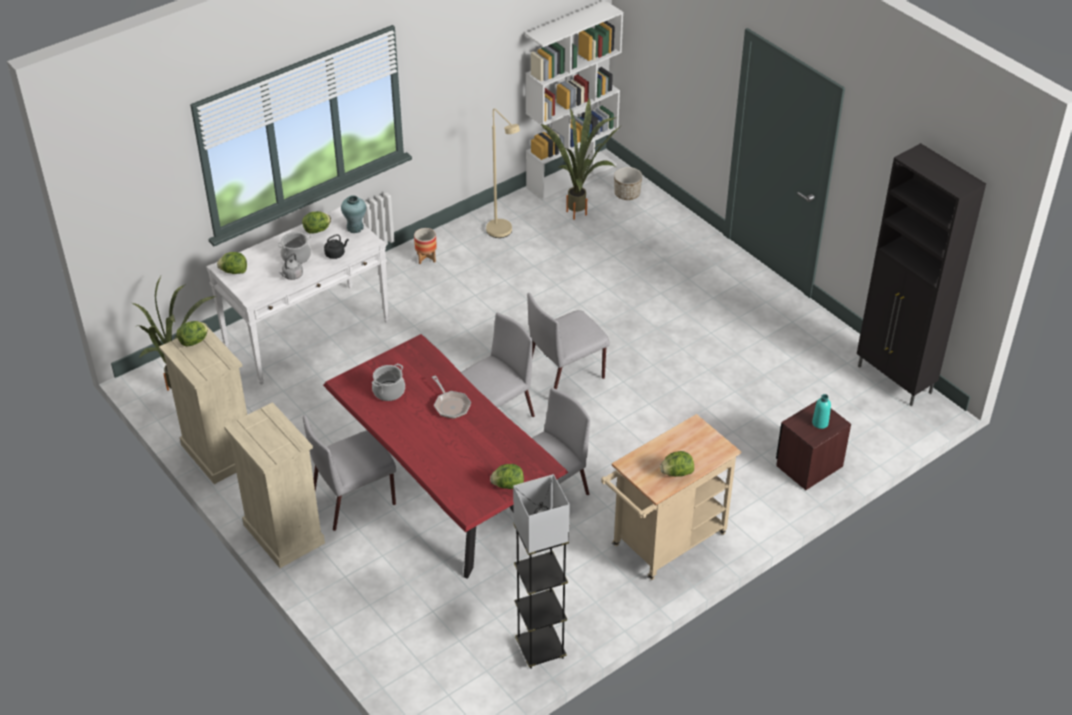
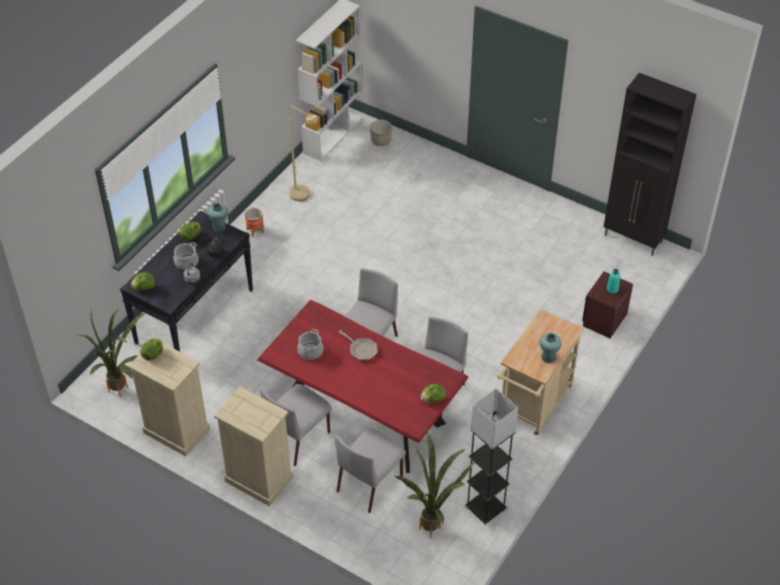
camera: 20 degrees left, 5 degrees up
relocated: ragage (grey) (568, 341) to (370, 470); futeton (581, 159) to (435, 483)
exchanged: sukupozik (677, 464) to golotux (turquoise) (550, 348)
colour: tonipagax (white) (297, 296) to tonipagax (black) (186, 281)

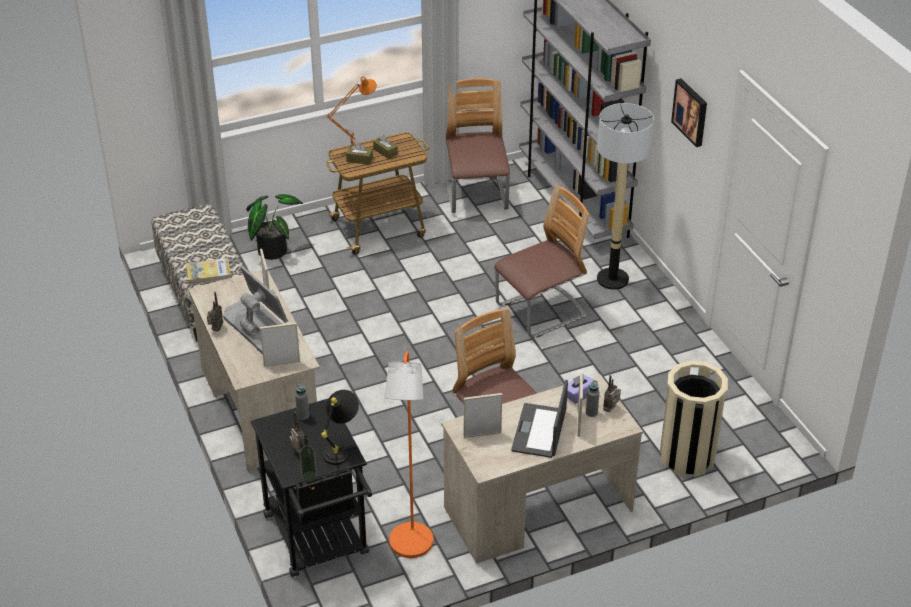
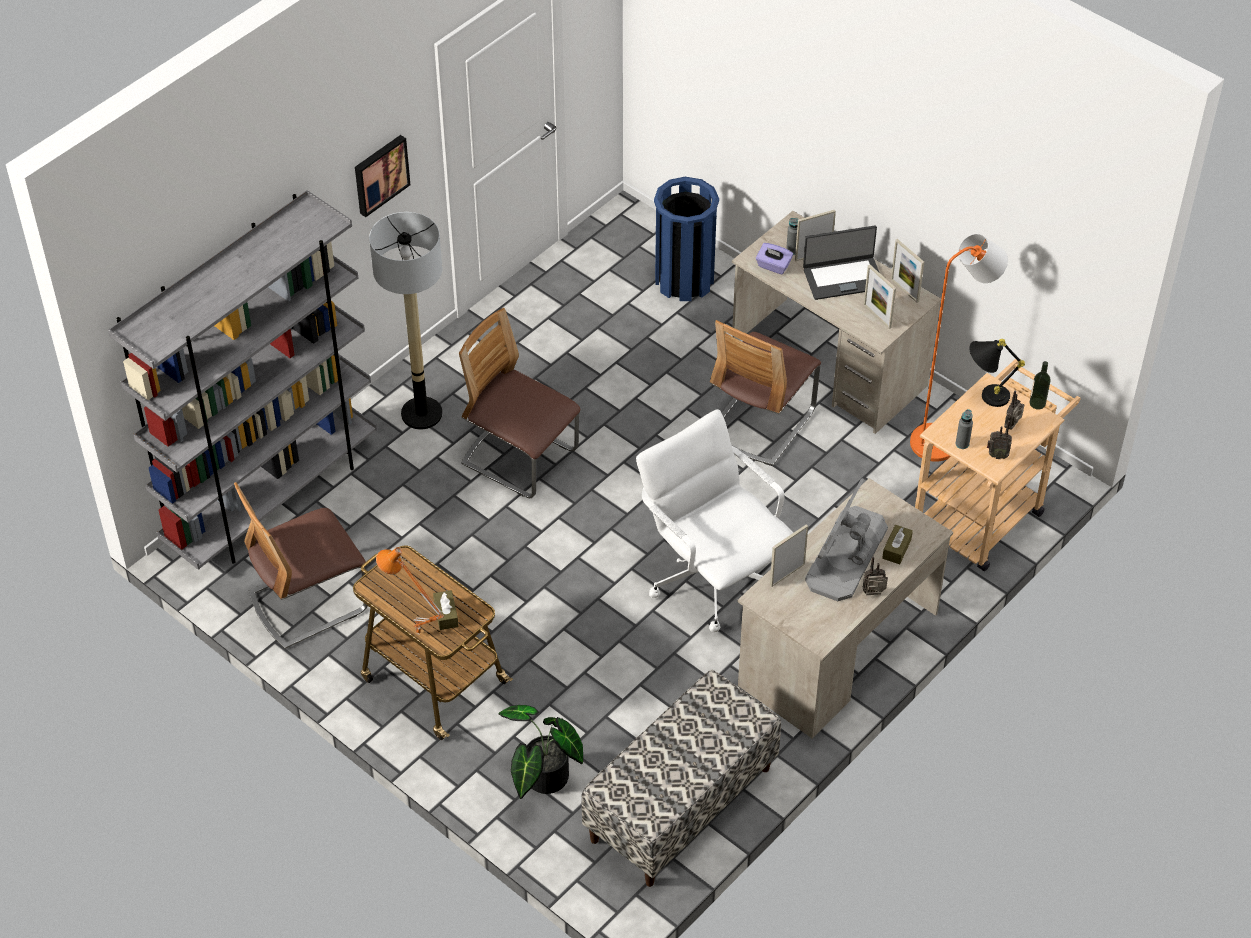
camera: 115 degrees left, 10 degrees up
missing: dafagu (208, 271)
appeared: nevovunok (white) (714, 520)
relocated: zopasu (280, 344) to (907, 271); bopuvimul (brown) (385, 147) to (897, 544); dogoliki (612, 393) to (999, 439)
colour: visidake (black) (311, 488) to visidake (beige) (997, 465); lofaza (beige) (694, 419) to lofaza (blue) (686, 239)

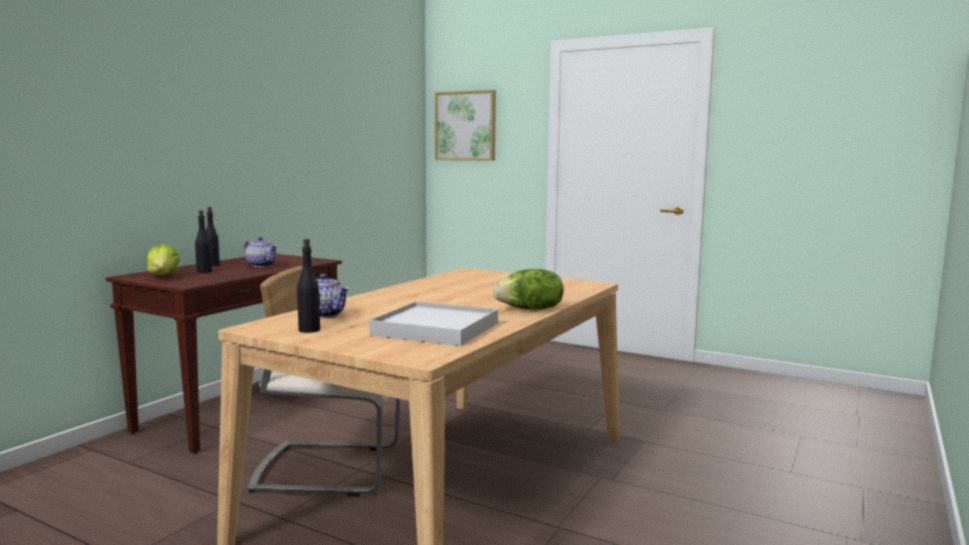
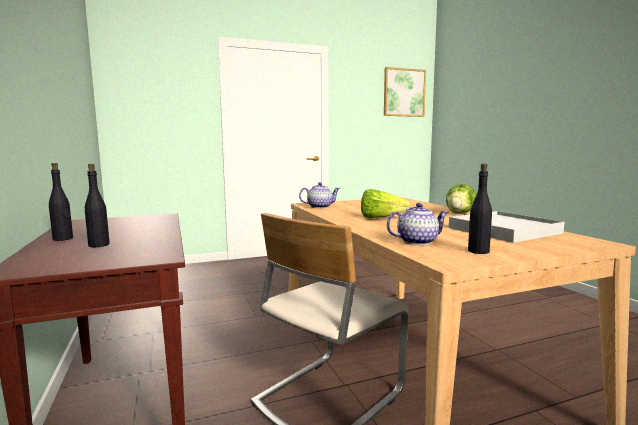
camera: 50 degrees left, 0 degrees up
relocated: sukupozik (163, 259) to (386, 203); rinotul (260, 252) to (319, 195); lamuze (465, 125) to (405, 92)

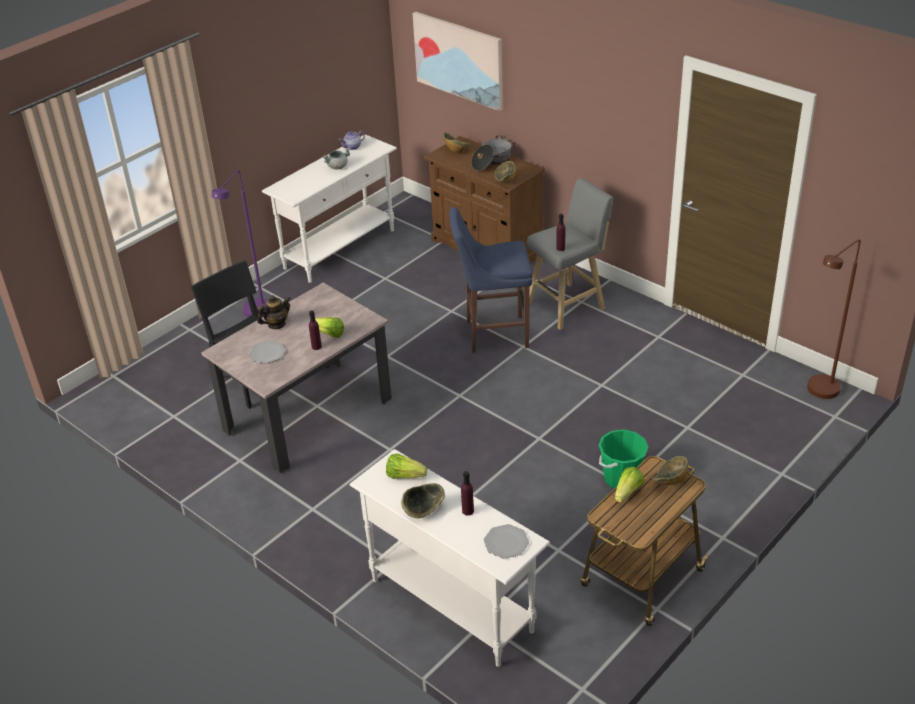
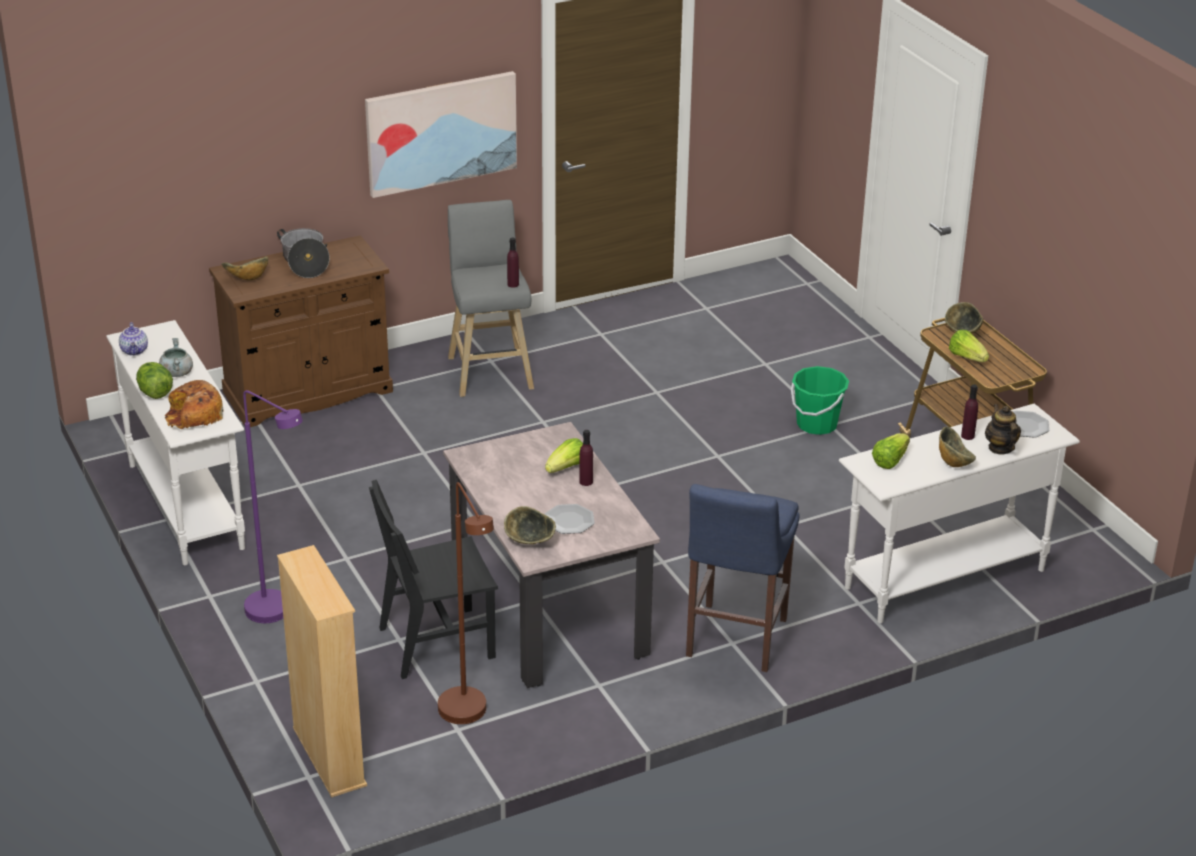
camera: 70 degrees left, 5 degrees down
appeared: sukupozik (154, 380); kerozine (194, 404); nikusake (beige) (322, 671)
relocated: rinotul (274, 312) to (1003, 429); lamuze (457, 61) to (441, 134); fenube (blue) (491, 280) to (743, 578); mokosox (505, 172) to (530, 525); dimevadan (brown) (834, 319) to (466, 603)

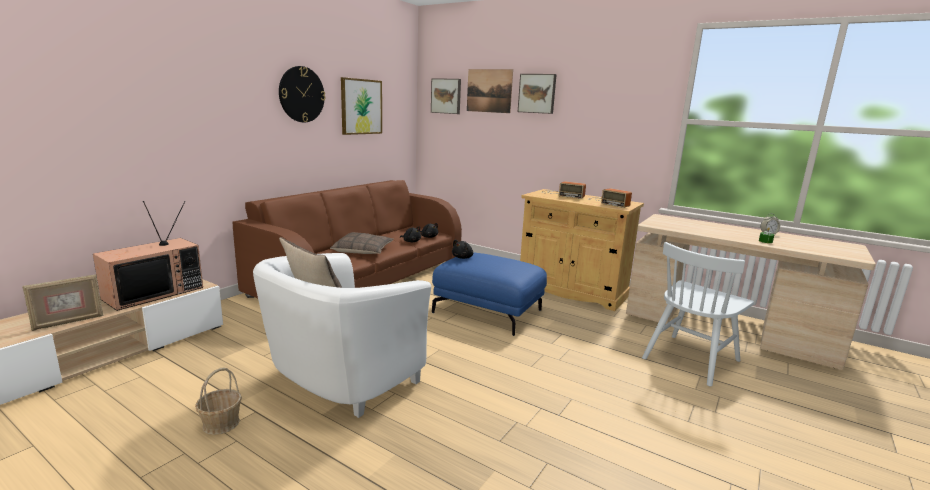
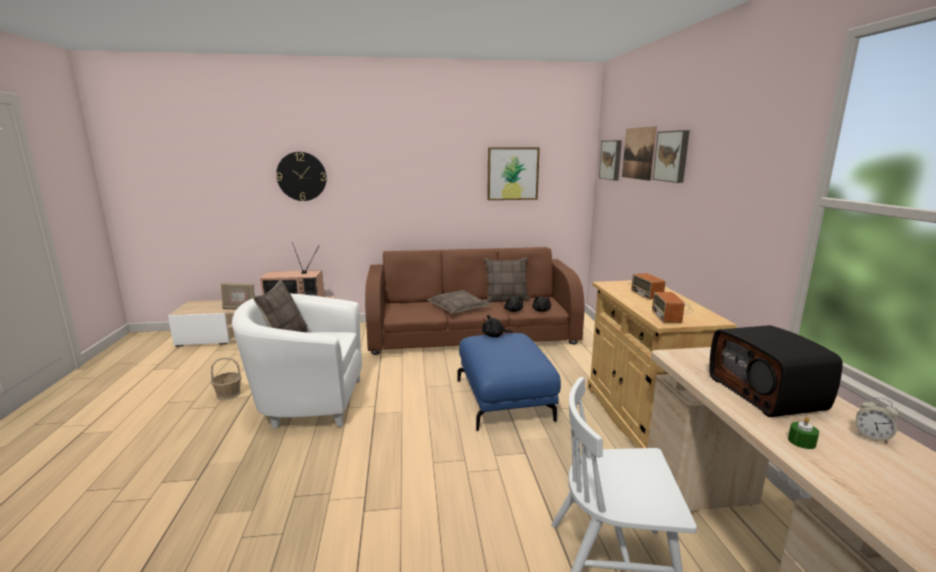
camera: 50 degrees right, 0 degrees up
appeared: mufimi (507, 280); dogoliki (776, 371)
relocated: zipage (302, 94) to (301, 176)

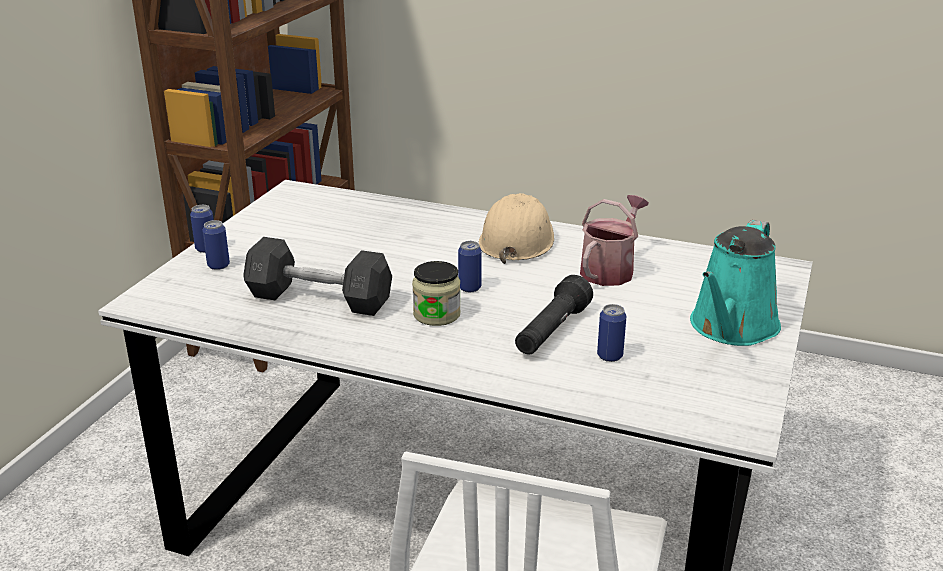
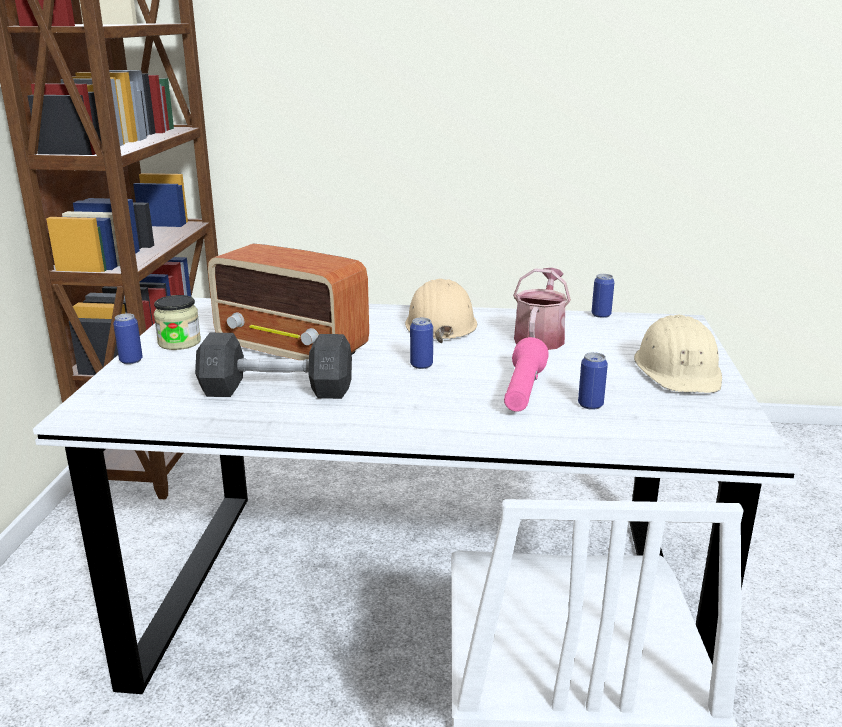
camera: 15 degrees left, 5 degrees down
appeared: dogoliki (288, 302)
relocated: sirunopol (216, 245) to (603, 296); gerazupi (436, 293) to (177, 322)
exchanged: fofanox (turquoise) (735, 283) to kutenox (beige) (678, 354)
colour: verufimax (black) (554, 315) to verufimax (pink) (526, 374)

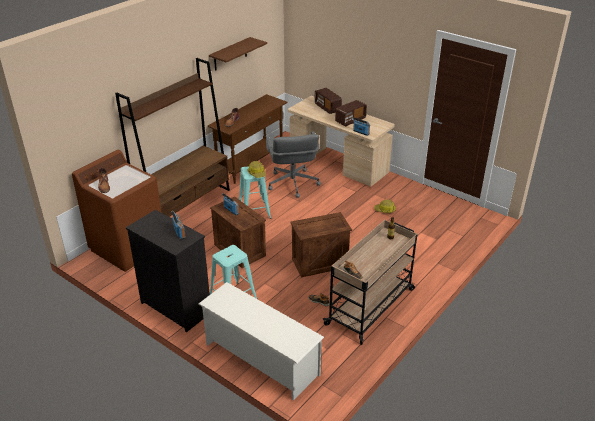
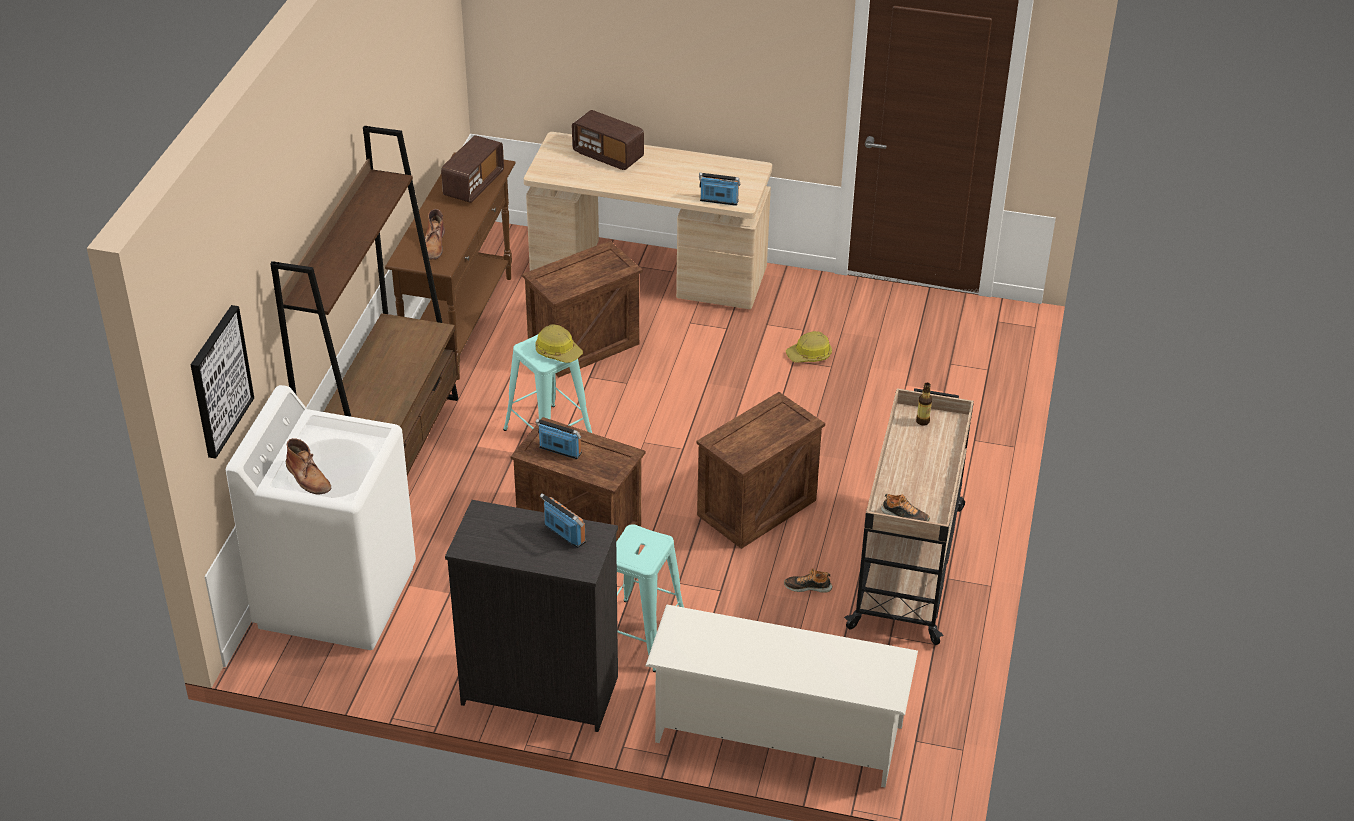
camera: 25 degrees left, 5 degrees up
missing: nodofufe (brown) (238, 54)
appeared: lamuze (222, 382)
relocated: dogoliki (351, 113) to (472, 169)
exchanged: nevovunok (grey) (293, 165) to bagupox (582, 309)
colour: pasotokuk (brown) (117, 211) to pasotokuk (white) (321, 517)

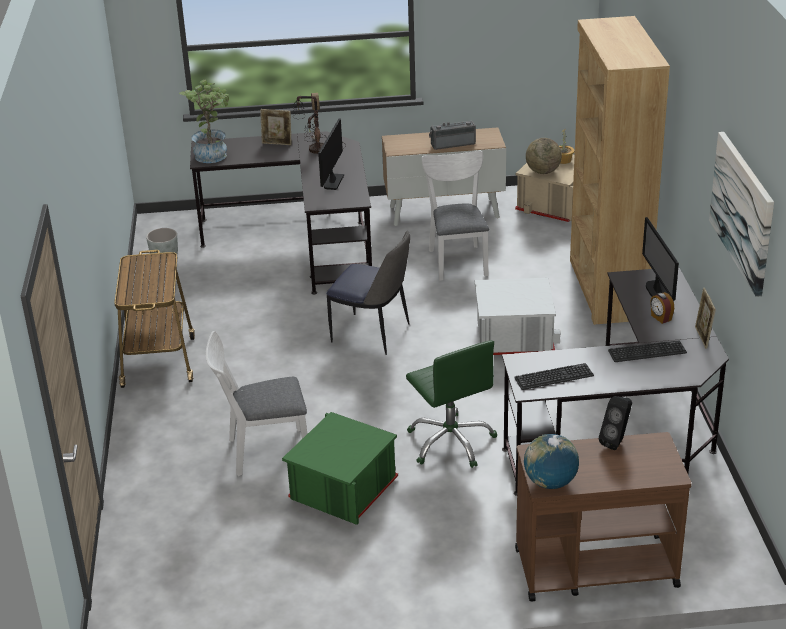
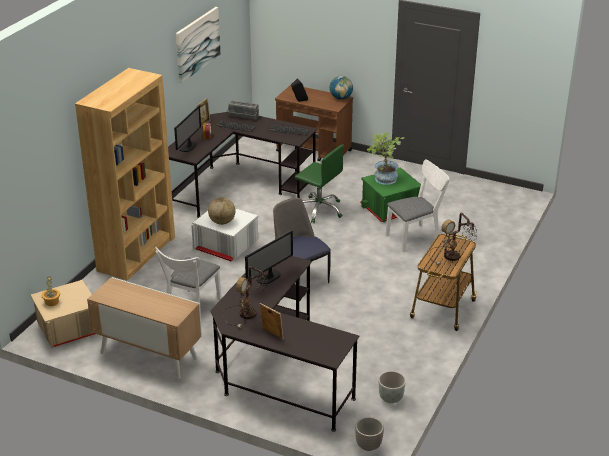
camera: 150 degrees left, 0 degrees up
appeared: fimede (369, 434); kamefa (453, 239)
relocated: futeton (204, 121) to (386, 159); dogoliki (452, 135) to (243, 110); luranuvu (544, 156) to (221, 211)
spun: ragage (white) (256, 403) = (417, 206) 45 degrees counterclockwise; nevovunok (green) (451, 404) = (319, 183) 120 degrees clockwise

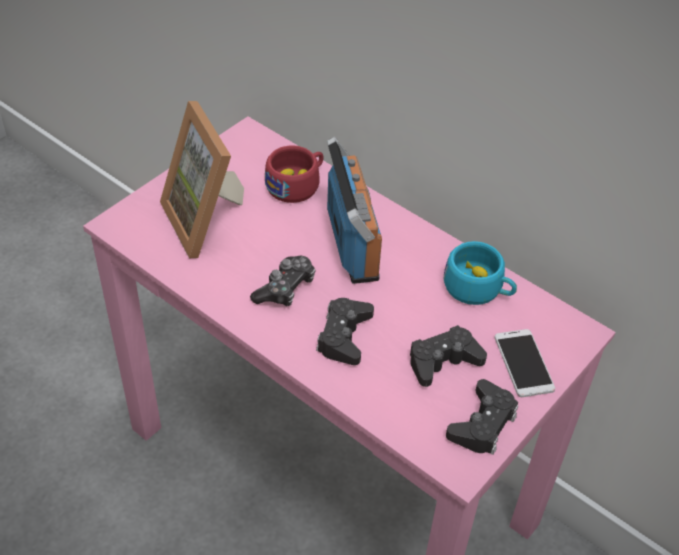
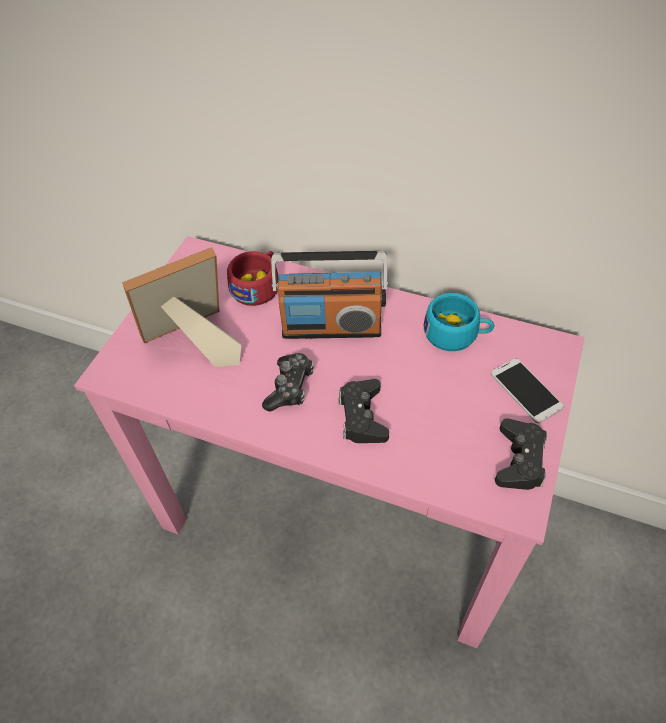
camera: 15 degrees left, 5 degrees up
missing: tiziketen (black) (448, 356)
spun: zopasu (202, 179) = (181, 307) 105 degrees clockwise; dogoliki (354, 210) = (329, 295) 120 degrees clockwise

